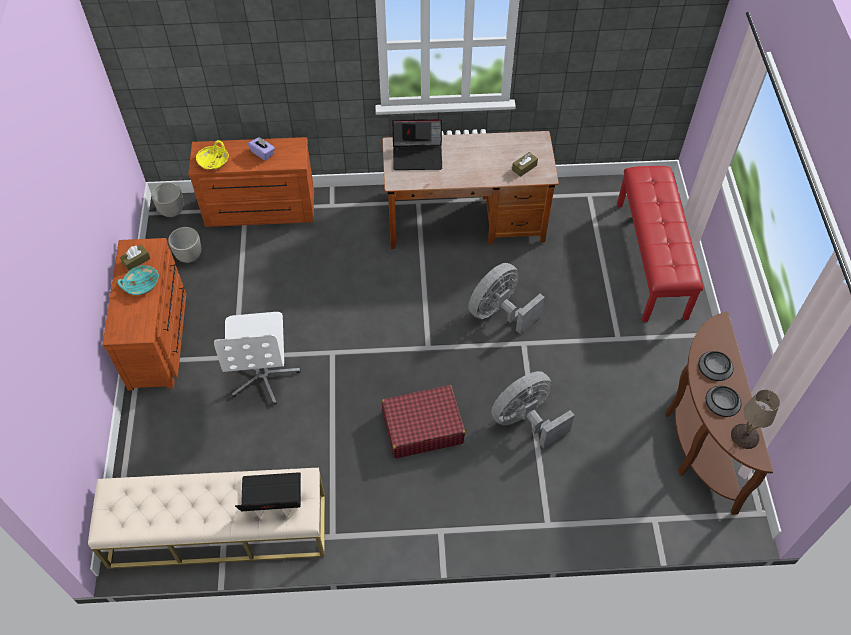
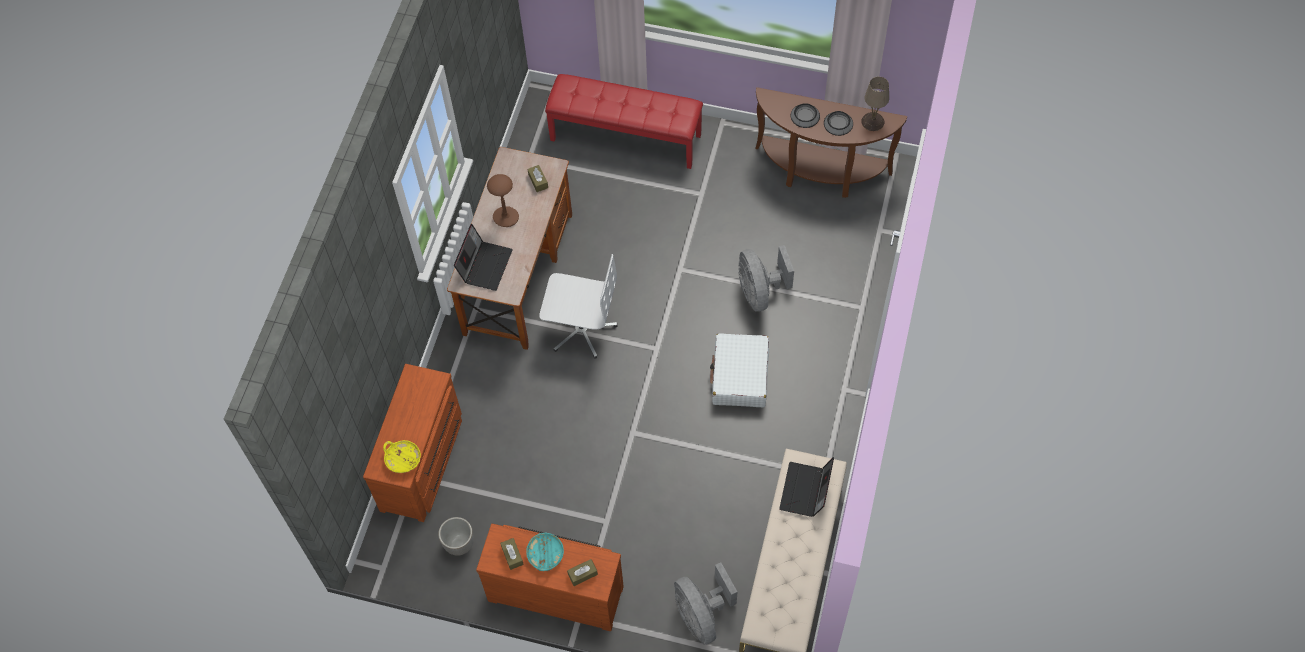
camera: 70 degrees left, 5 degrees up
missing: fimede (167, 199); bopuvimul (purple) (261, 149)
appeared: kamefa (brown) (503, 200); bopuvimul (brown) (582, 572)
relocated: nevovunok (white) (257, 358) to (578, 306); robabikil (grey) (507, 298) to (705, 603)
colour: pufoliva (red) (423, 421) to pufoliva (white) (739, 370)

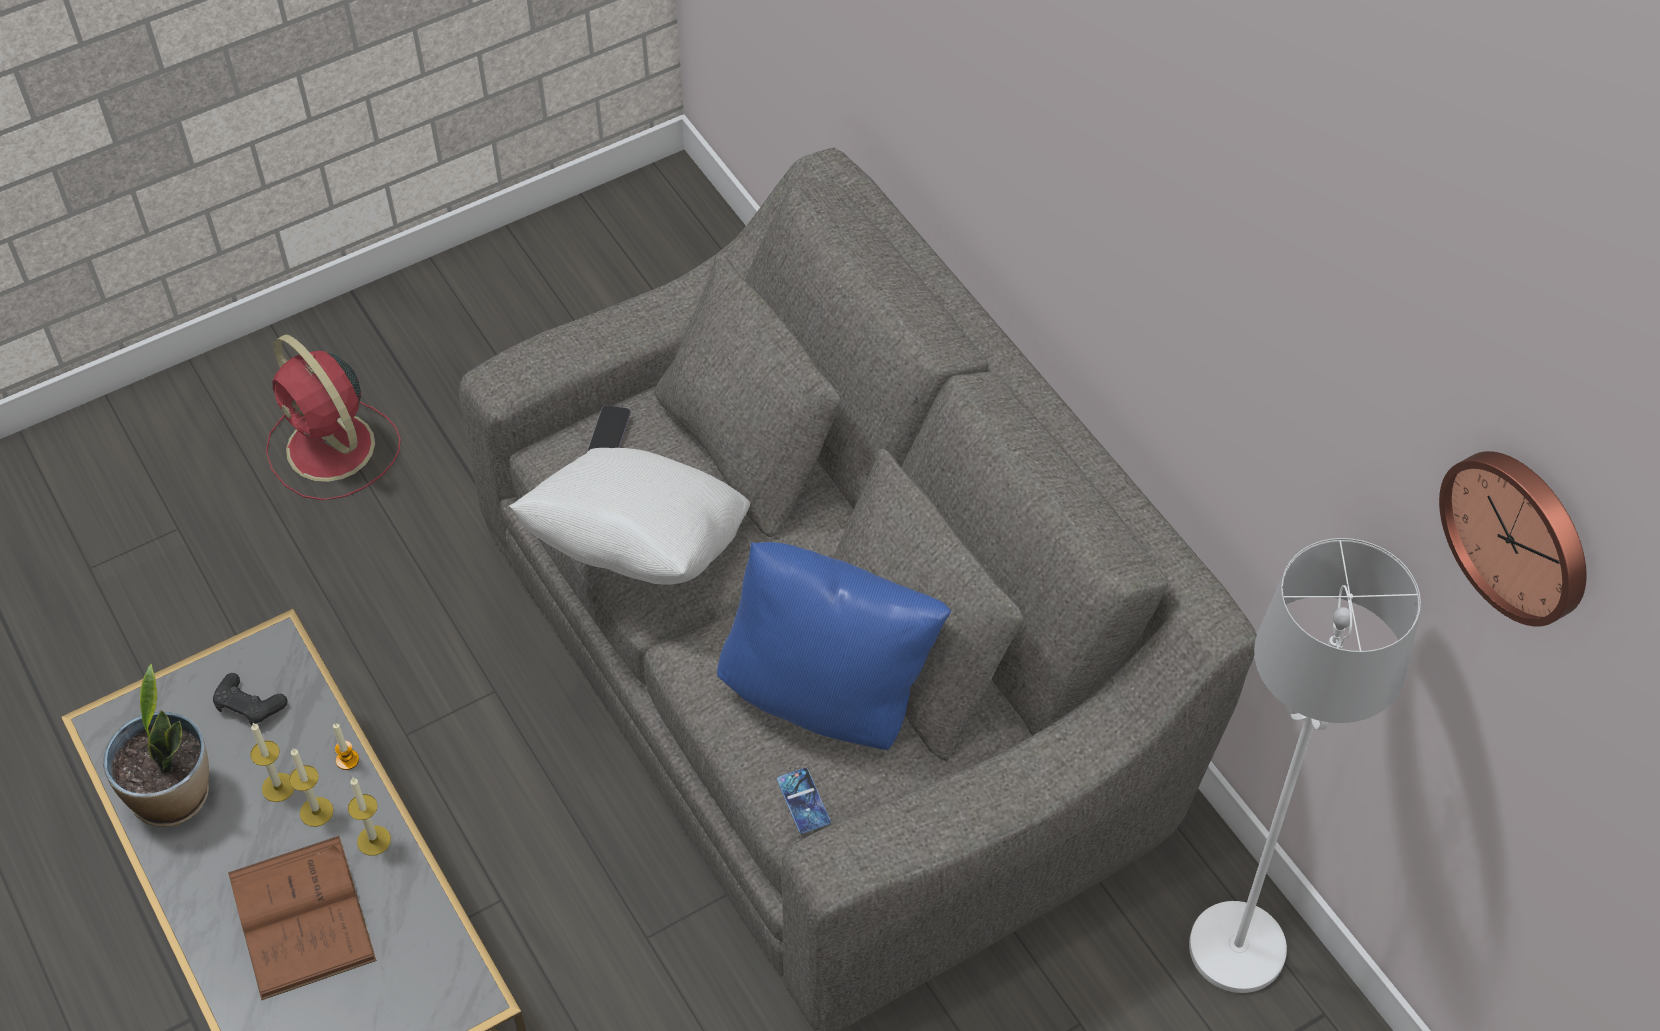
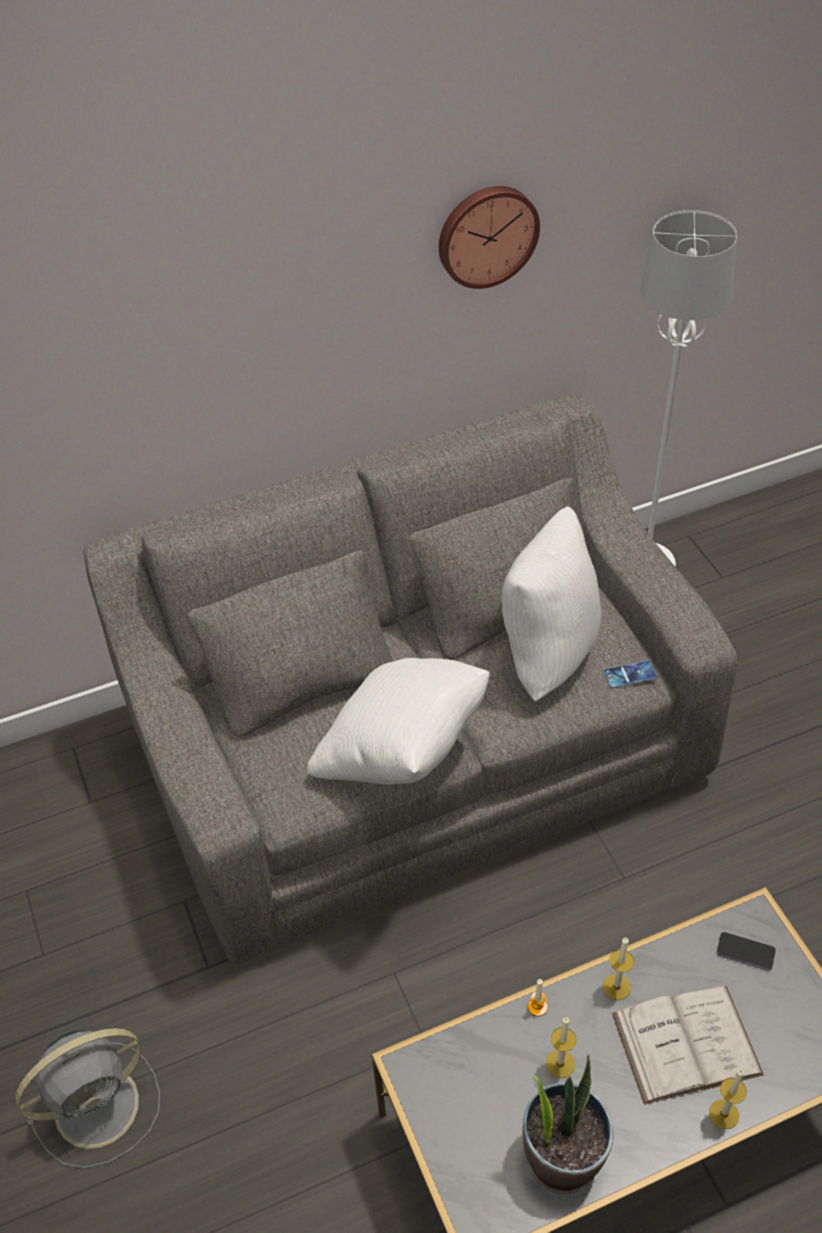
camera: 80 degrees left, 5 degrees down
missing: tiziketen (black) (250, 699)
relocated: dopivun (311, 787) to (728, 1099); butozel (609, 428) to (746, 951); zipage (1513, 539) to (489, 237)
colour: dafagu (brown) (302, 918) to dafagu (white) (688, 1045); robabikil (red) (333, 417) to robabikil (grey) (87, 1098); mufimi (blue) (834, 646) to mufimi (white) (551, 603)

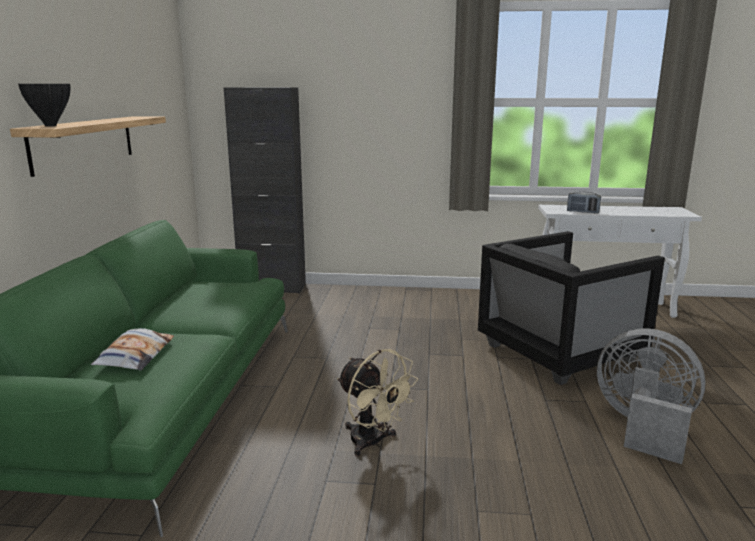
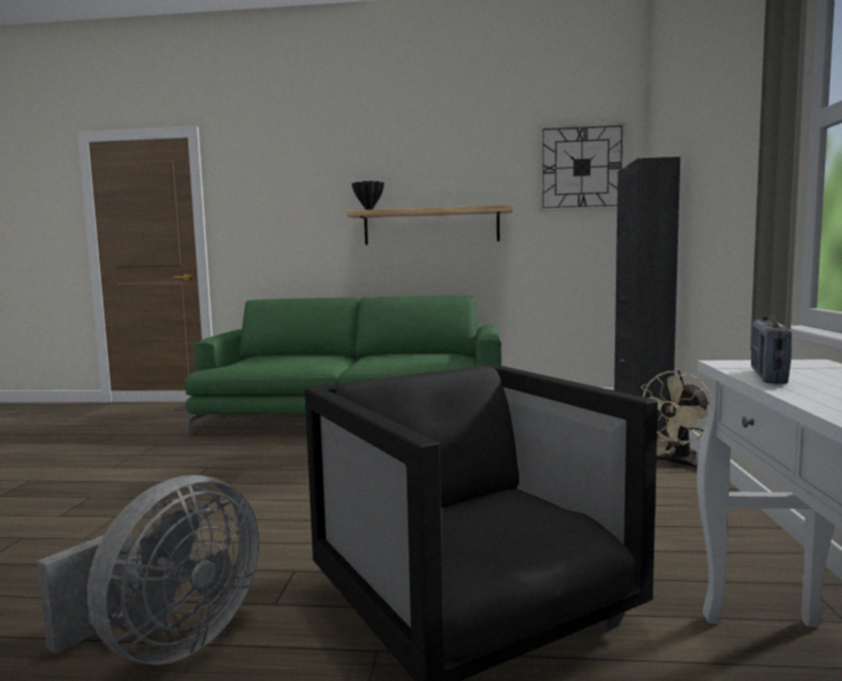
camera: 90 degrees right, 10 degrees down
missing: mufimi (132, 349)
appeared: zipage (582, 167)
relocated: robabikil (beige) (377, 402) to (676, 419)

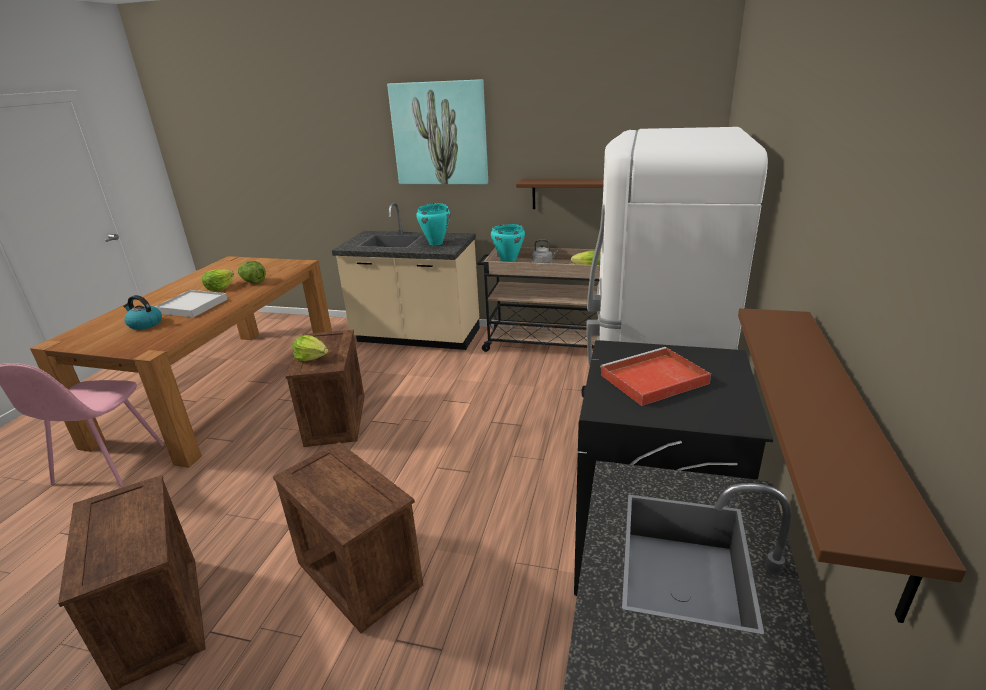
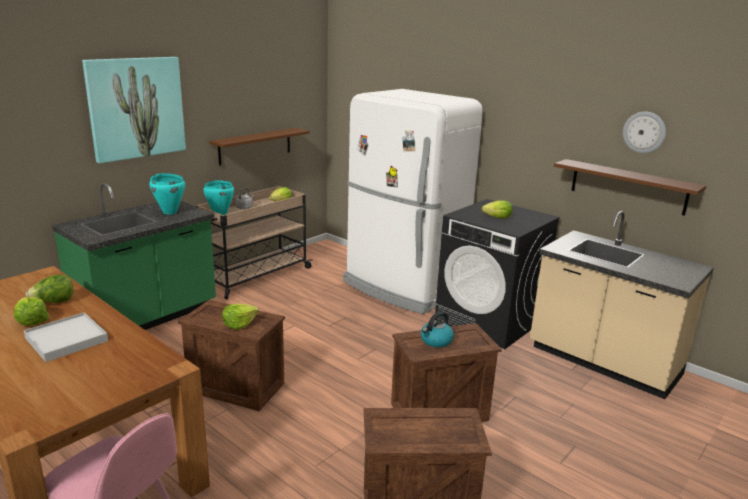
camera: 65 degrees left, 5 degrees down
appeared: zipage (644, 132)
relocated: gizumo (142, 312) to (437, 330)
exchanged: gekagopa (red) (655, 376) to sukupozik (496, 210)
colour: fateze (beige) (406, 276) to fateze (green) (134, 256)

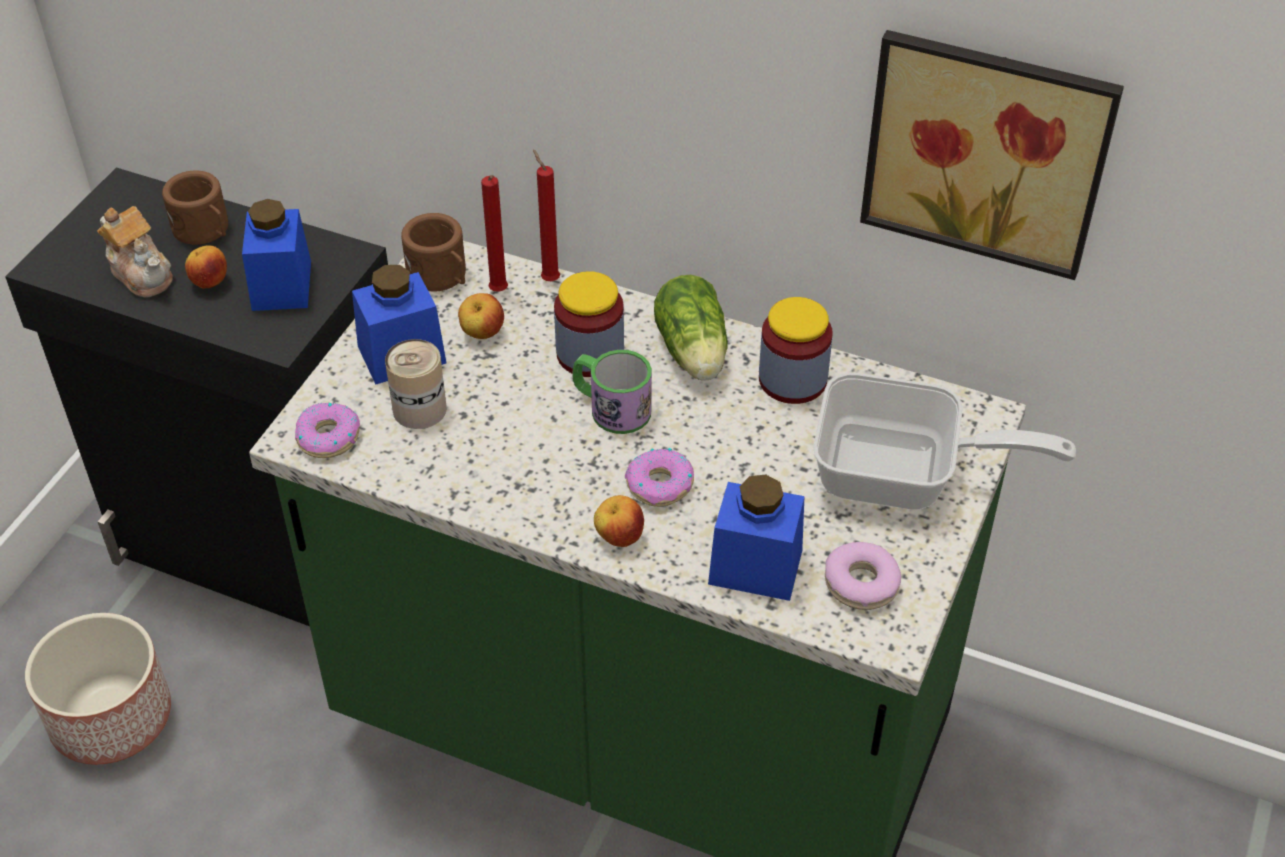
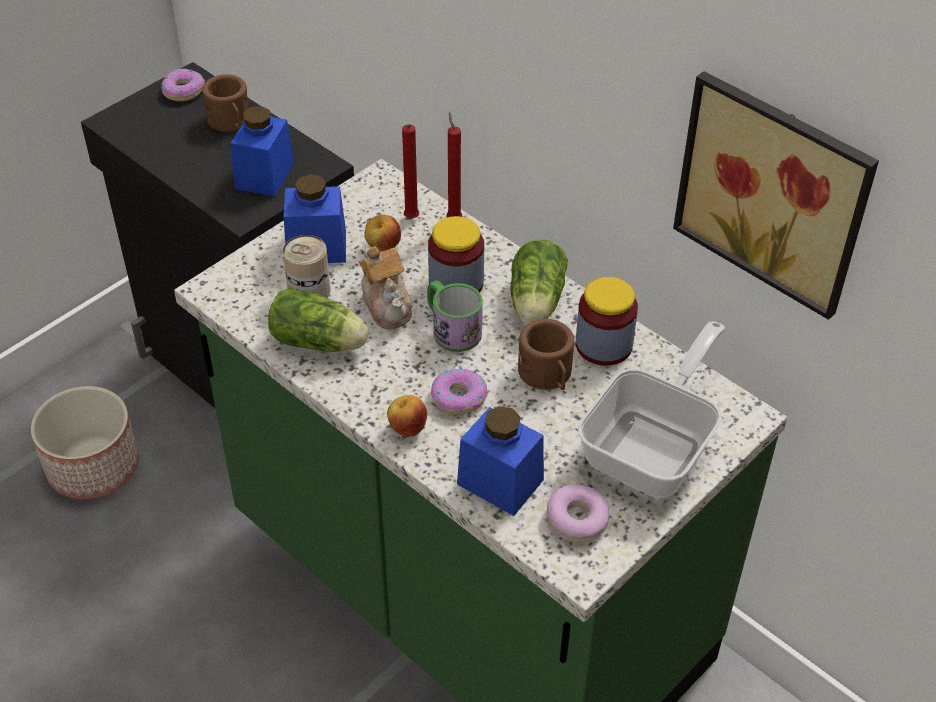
camera: 20 degrees right, 0 degrees up
missing: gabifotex (206, 267)
appeared: sukupozik (318, 320)
relocated: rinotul (135, 252) to (386, 287); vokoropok (327, 430) to (183, 85); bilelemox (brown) (433, 252) to (546, 354)
spun: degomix (944, 441) = (651, 409) 90 degrees counterclockwise

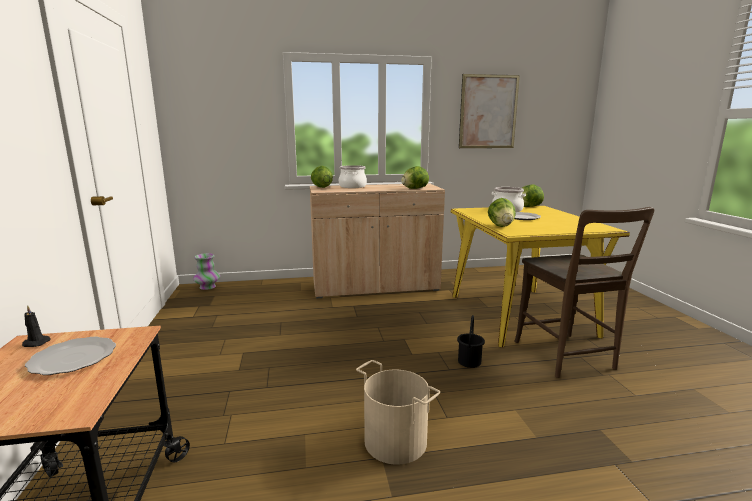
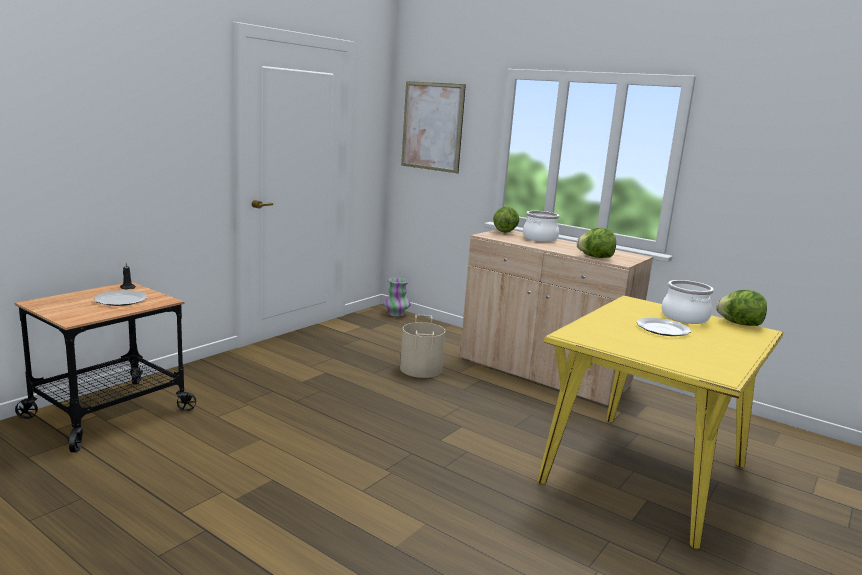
camera: 45 degrees right, 0 degrees up
missing: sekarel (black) (471, 341); sukupozik (502, 212); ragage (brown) (584, 292)
relocated: sekarel (beige) (398, 412) to (422, 346); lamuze (489, 111) to (433, 127)

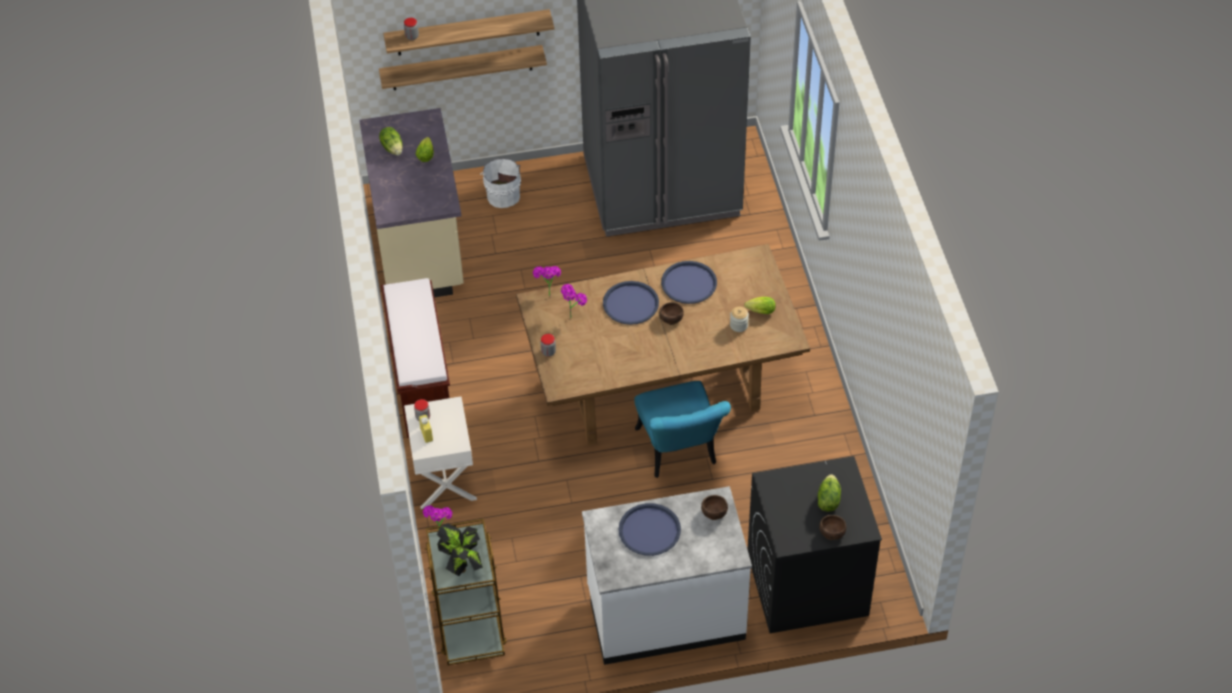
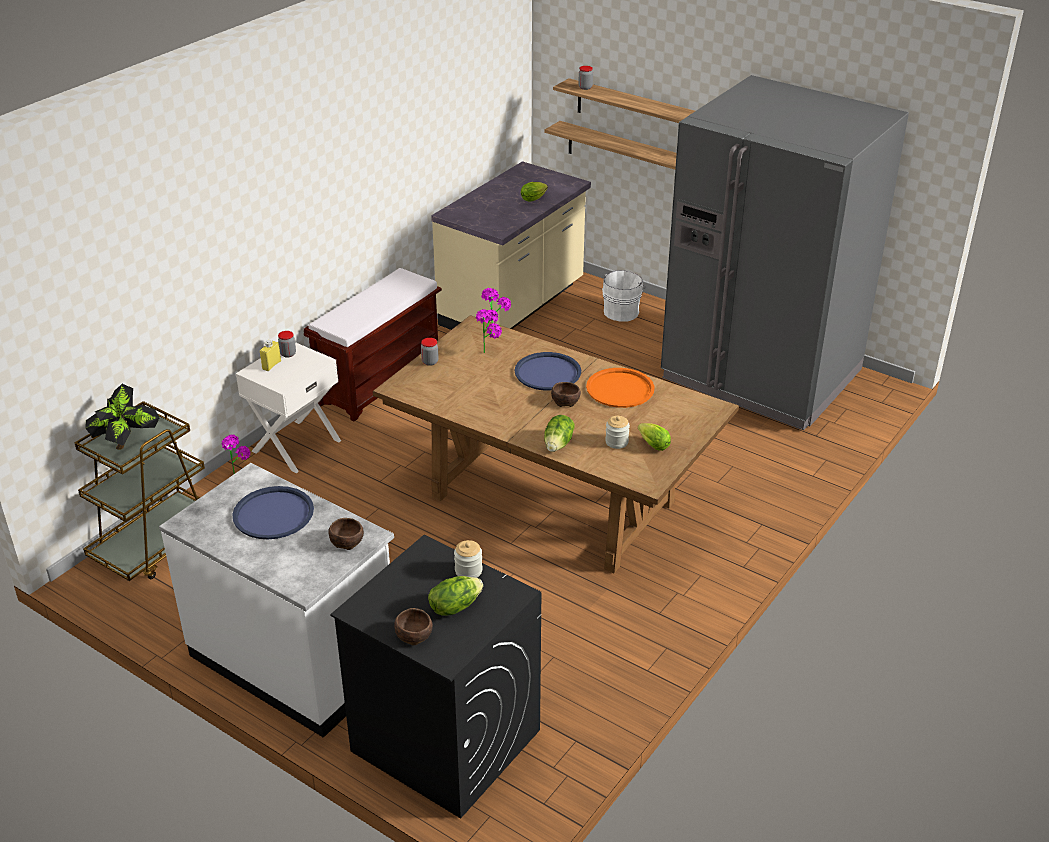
camera: 45 degrees right, 15 degrees down
missing: ragage (turquoise) (682, 429)
appeared: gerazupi (468, 559)
relocated: sukupozik (391, 141) to (559, 433)
colour: gekagopa (blue) (689, 282) to gekagopa (orange) (620, 388)

